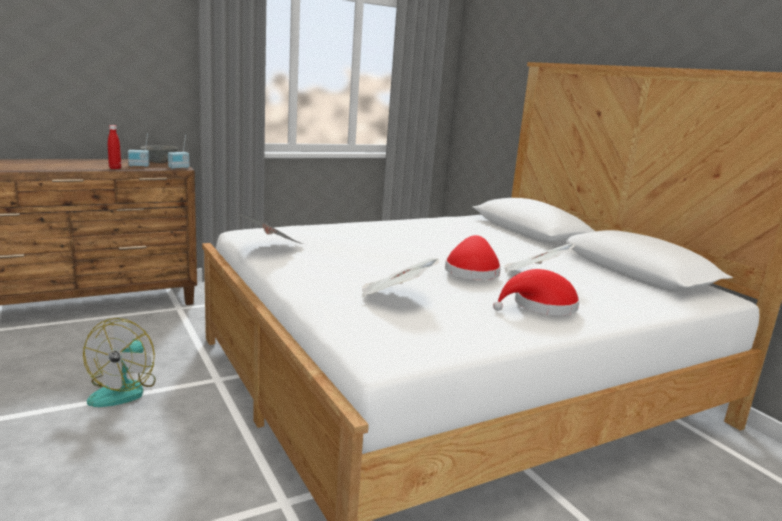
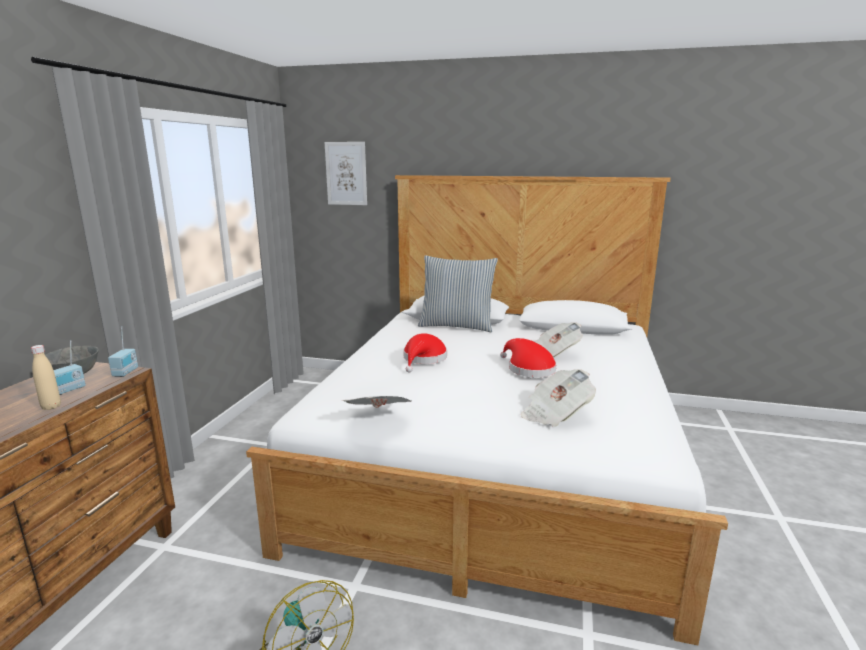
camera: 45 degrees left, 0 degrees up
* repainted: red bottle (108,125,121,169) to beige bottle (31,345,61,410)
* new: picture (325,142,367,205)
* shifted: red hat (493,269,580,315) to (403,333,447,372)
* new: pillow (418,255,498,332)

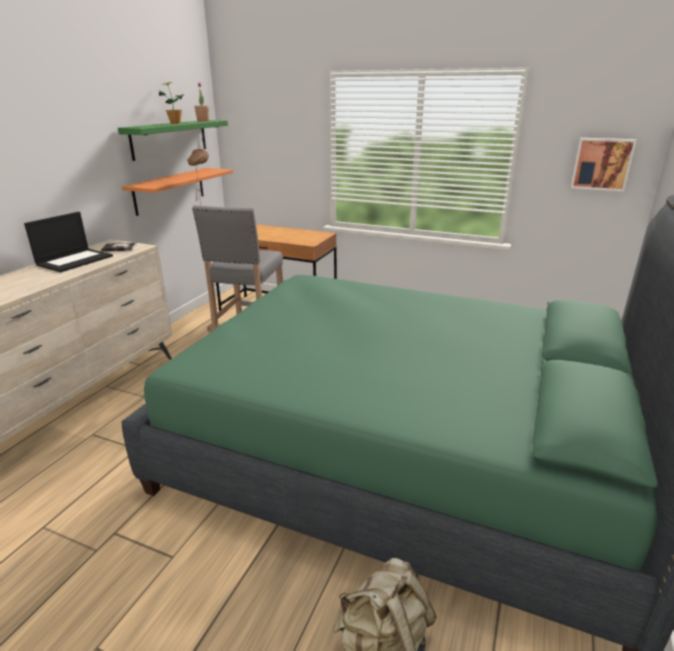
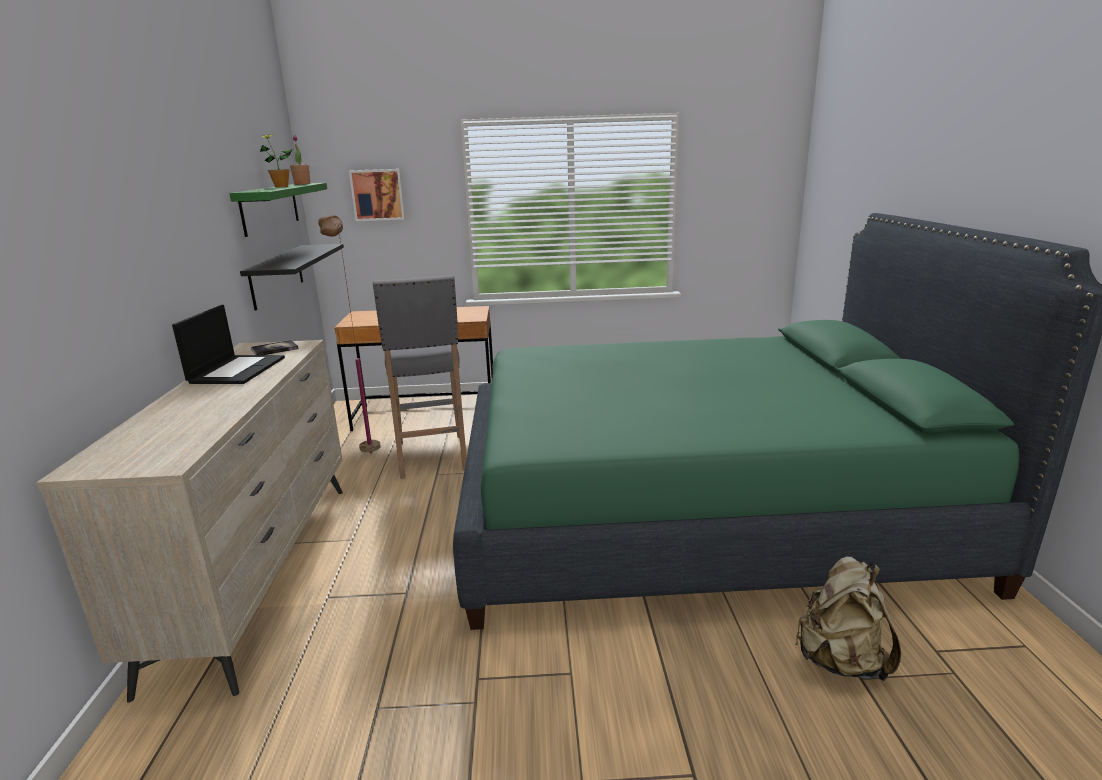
camera: 25 degrees left, 5 degrees down
* repainted: orange shelf (122,168,233,216) to black shelf (240,244,344,310)
* shifted: picture (571,138,637,192) to (349,169,405,221)

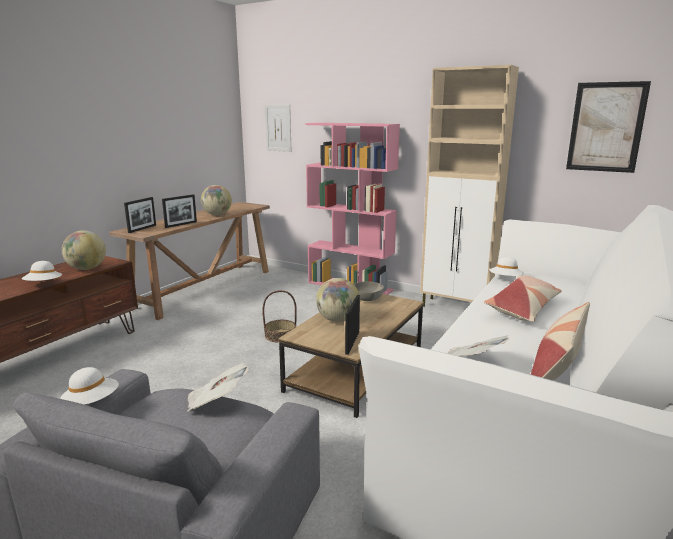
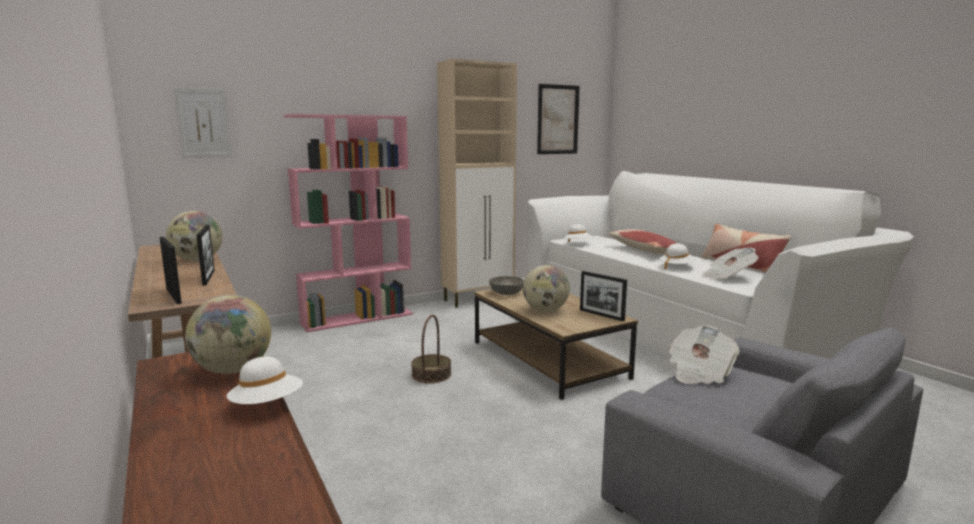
camera: 60 degrees left, 5 degrees down
* shifted: white hat (60,367,119,405) to (659,244,696,270)

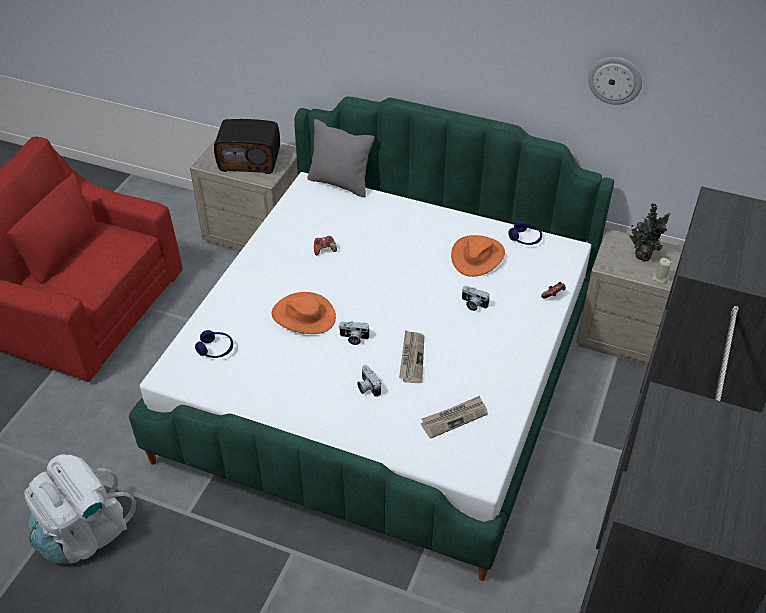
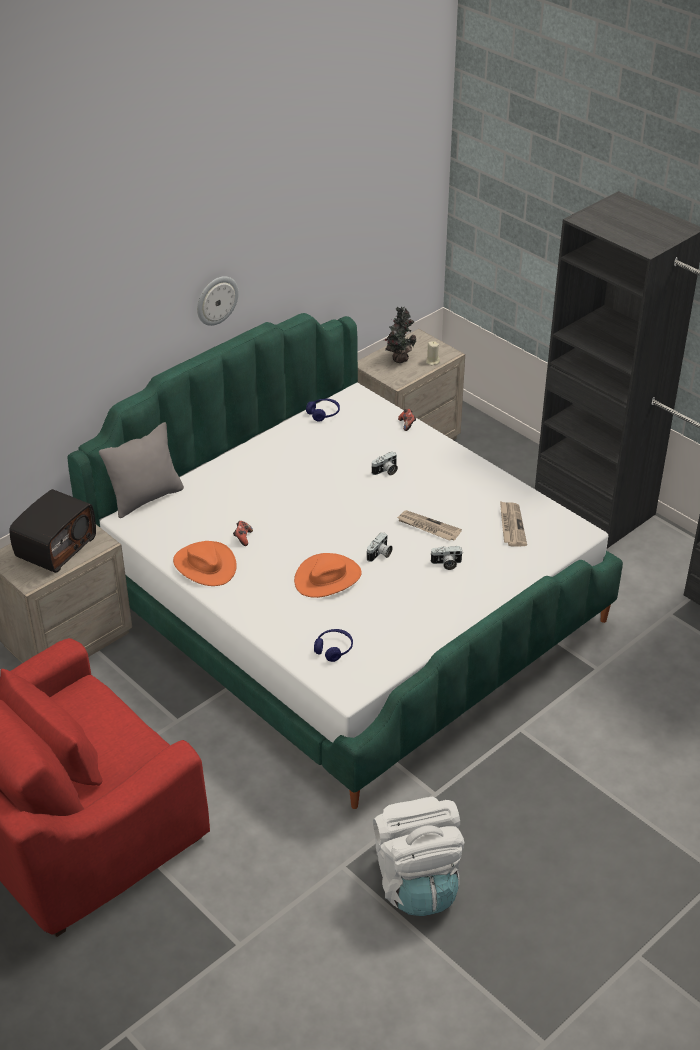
camera: 65 degrees left, 5 degrees down
* shifted: orange hat (451,235,505,277) to (173,541,237,586)
* shifted: wall clock (588,57,642,105) to (197,276,239,326)

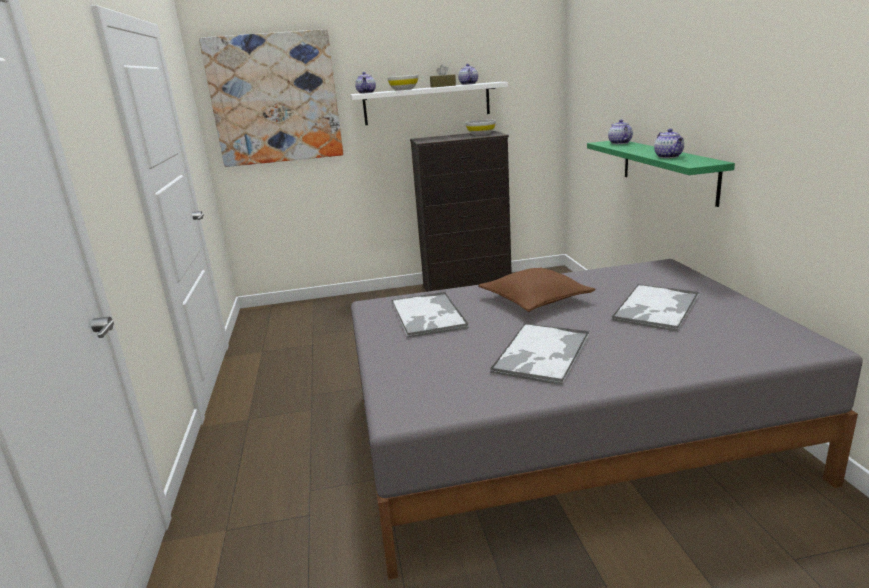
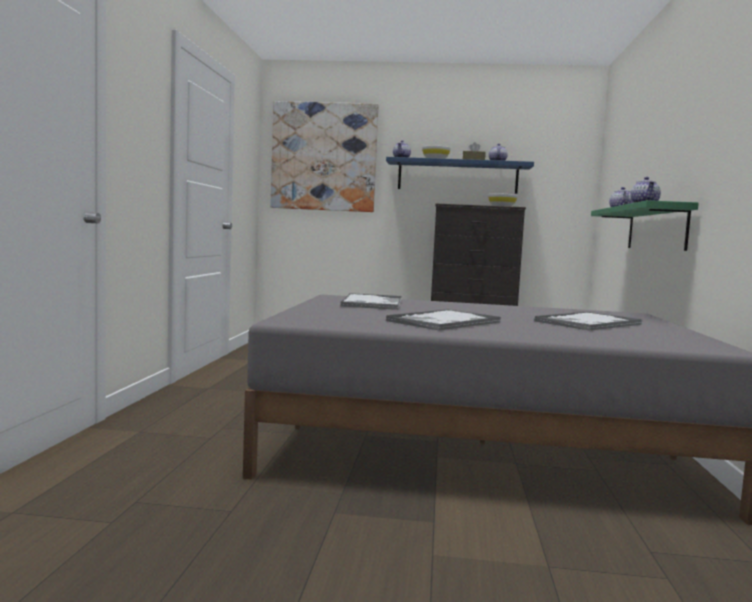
camera: 15 degrees right, 15 degrees down
* repainted: white shelf (350,82,508,125) to blue shelf (386,157,534,194)
* gone: brown pillow (478,268,596,312)

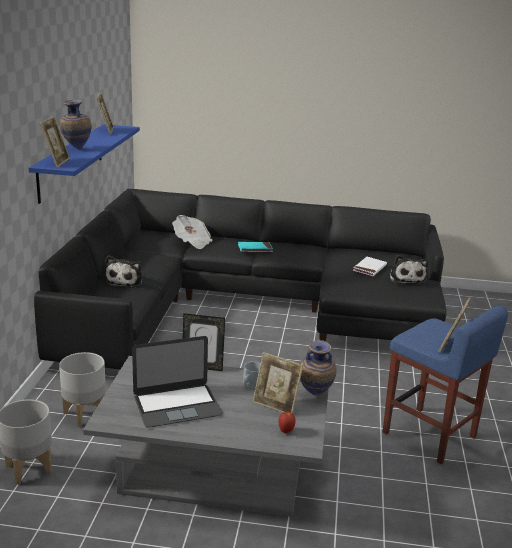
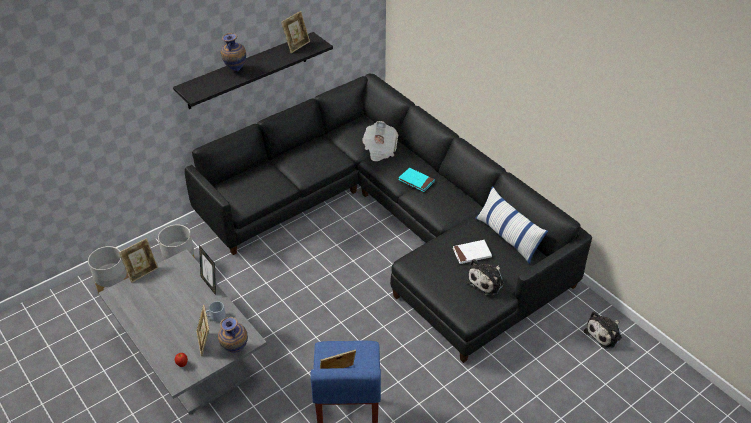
camera: 45 degrees right, 20 degrees up
* shifted: picture frame (40,116,70,168) to (119,238,158,283)
* repainted: blue shelf (29,124,140,204) to black shelf (173,32,333,109)
* new: pillow (475,186,548,264)
* shifted: plush toy (105,255,143,288) to (584,311,622,349)
* gone: laptop (132,336,223,428)

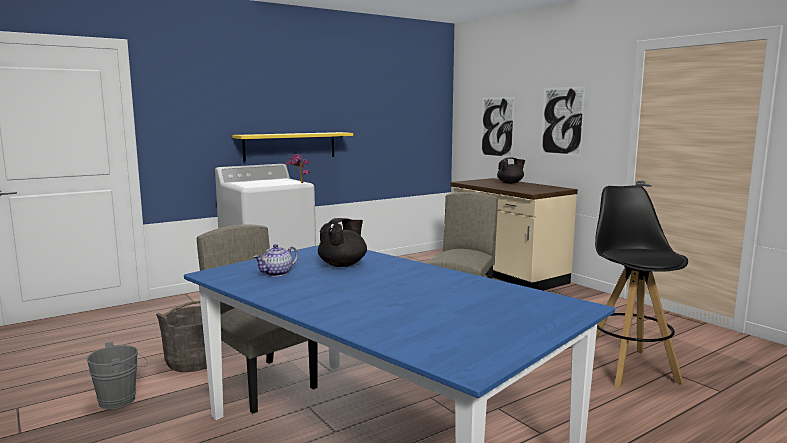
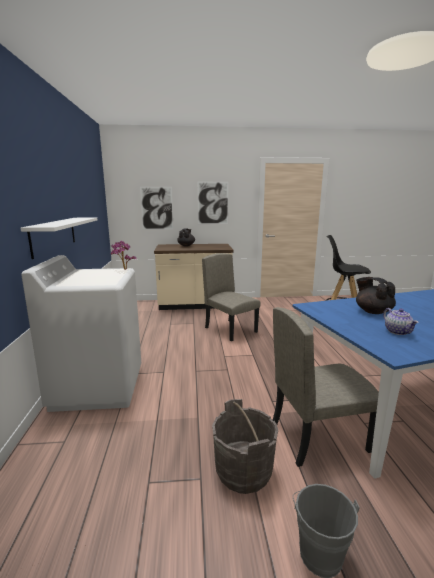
camera: 60 degrees left, 5 degrees up
* repainted: yellow shelf (232,132,353,162) to white shelf (20,218,97,259)

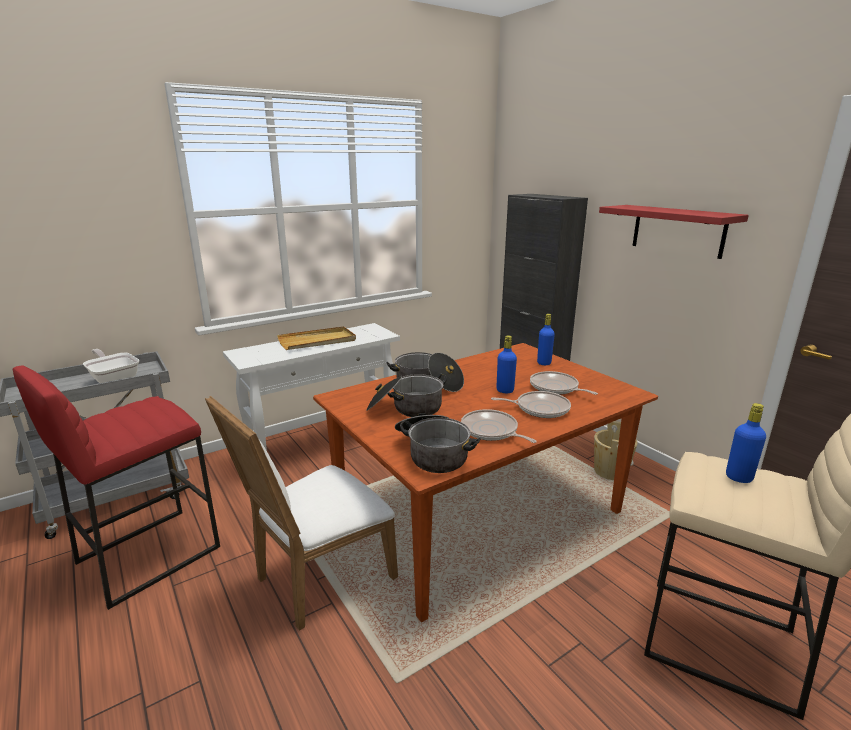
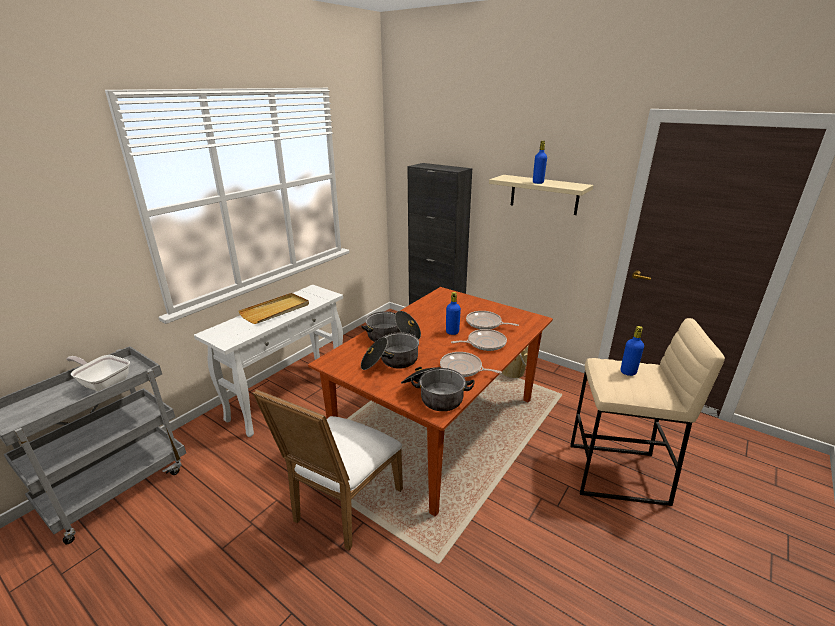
camera: 20 degrees left, 5 degrees up
* repainted: red shelf (599,205,749,259) to beige shelf (489,175,593,215)
* shifted: blue bottle (537,314,555,365) to (533,141,547,184)
* gone: red stool (13,366,220,610)

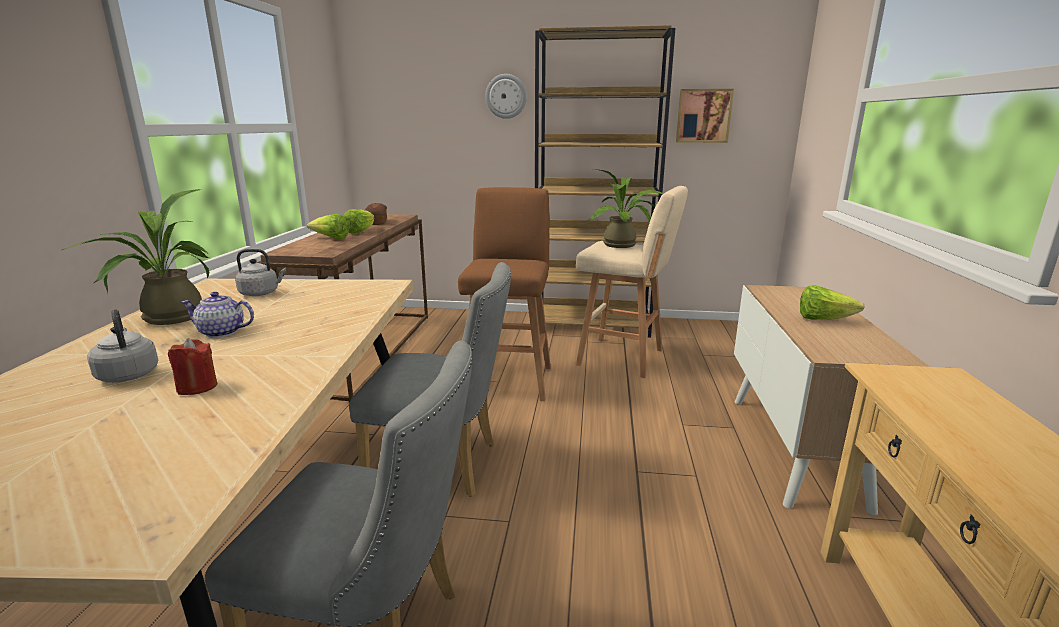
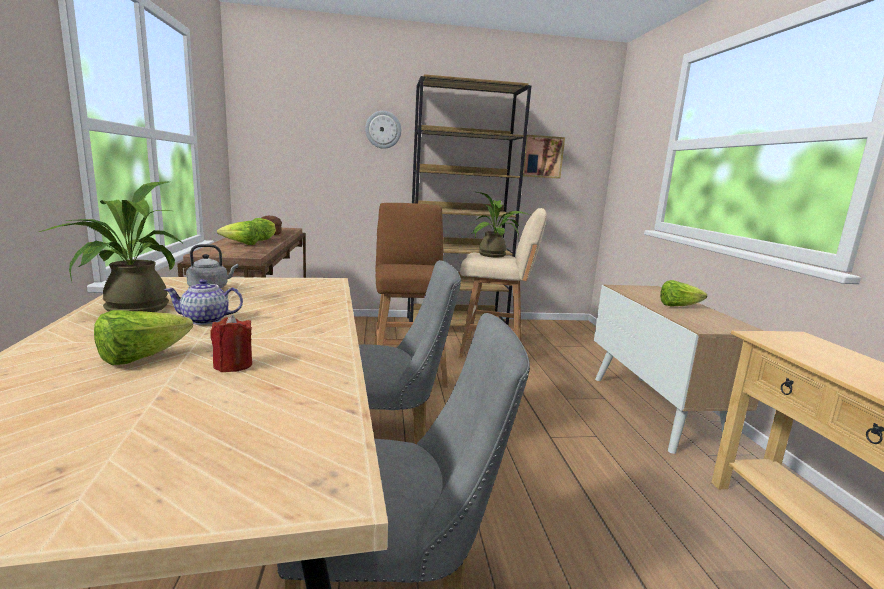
camera: 15 degrees left, 5 degrees down
* swapped: grey kettle (87,309,158,383) to lettuce (94,310,193,365)

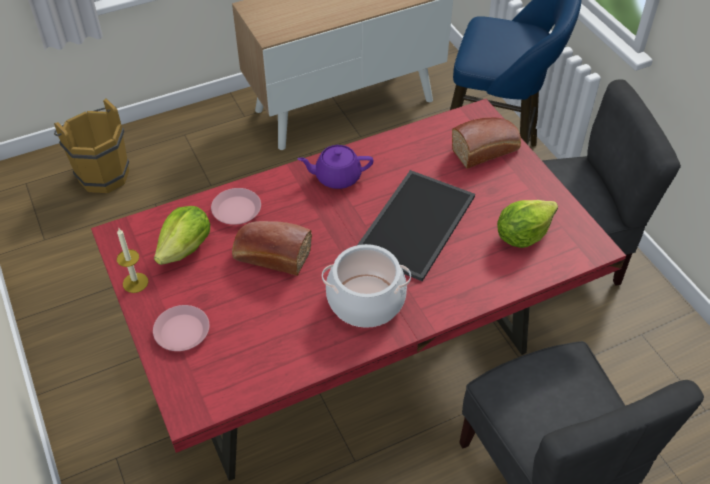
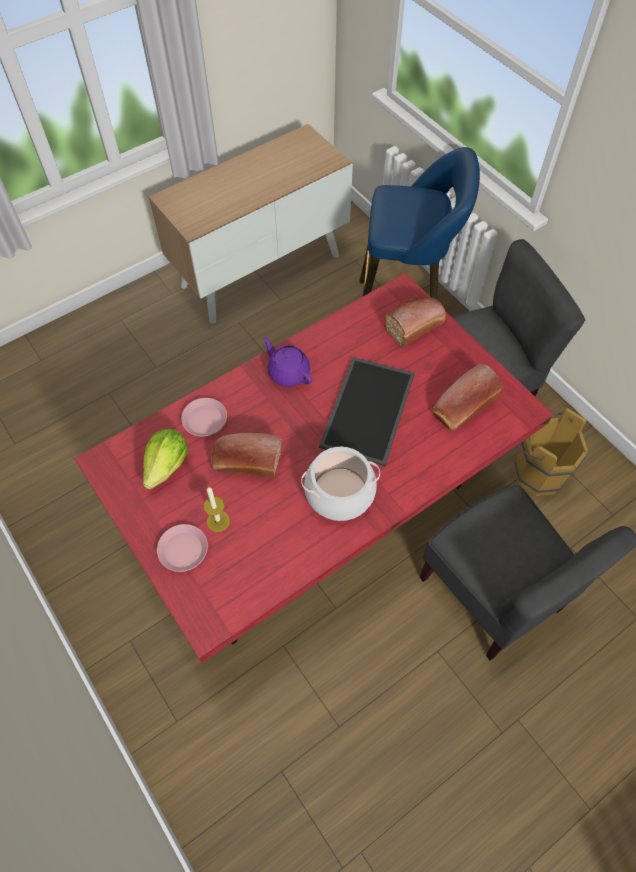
camera: 10 degrees left, 10 degrees up
* shifted: candle (117,229,148,293) to (204,487,230,532)
* rotated: purple teapot (297,145,373,189) = (263,337,312,387) 60 degrees clockwise
* swapped: lettuce (497,200,558,248) to bread (433,364,502,431)
* shifted: brown bucket (54,98,129,193) to (514,408,588,496)

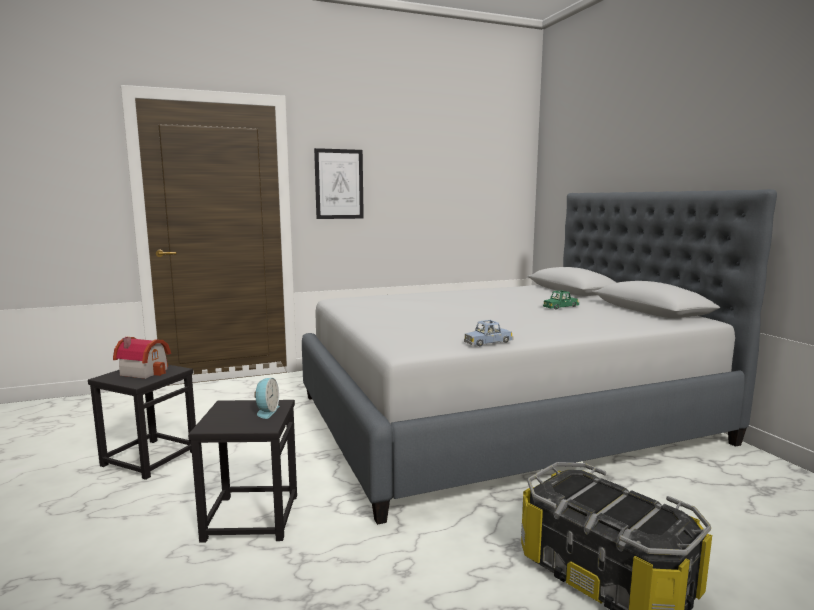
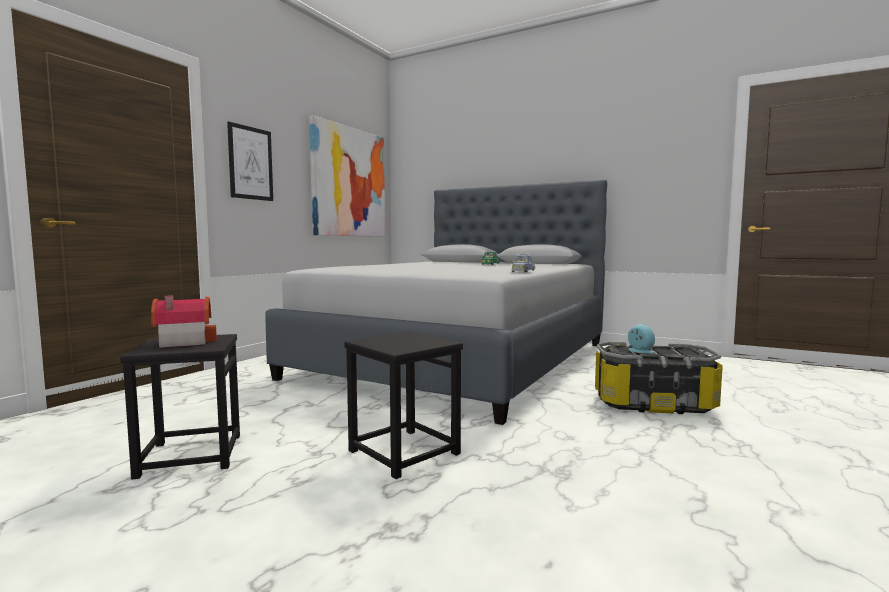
camera: 40 degrees left, 5 degrees down
* new: picture (309,115,385,237)
* shifted: alarm clock (254,378,279,419) to (628,324,655,354)

